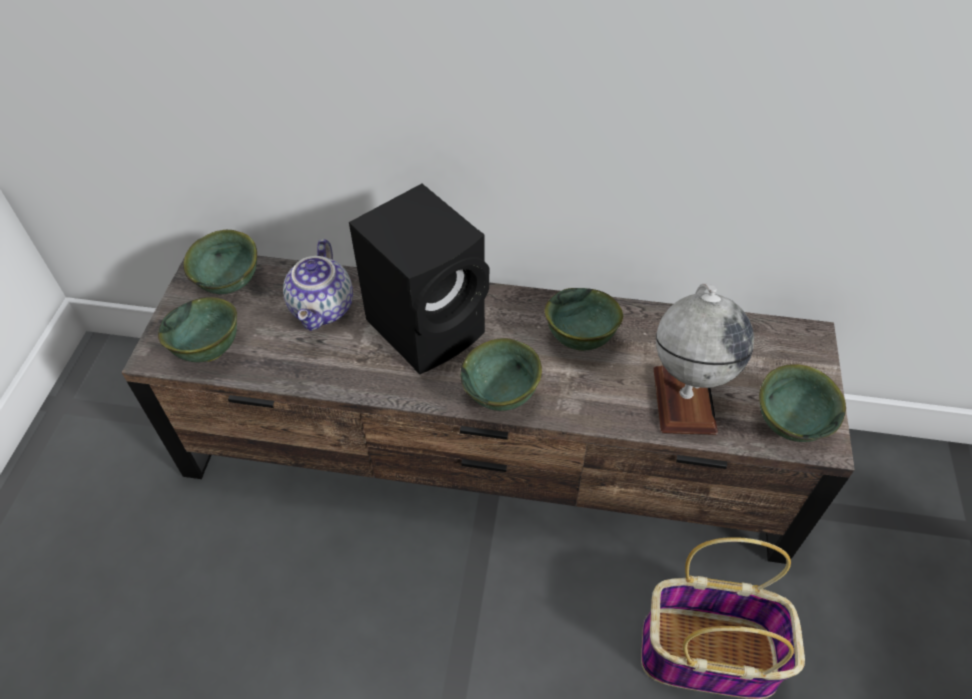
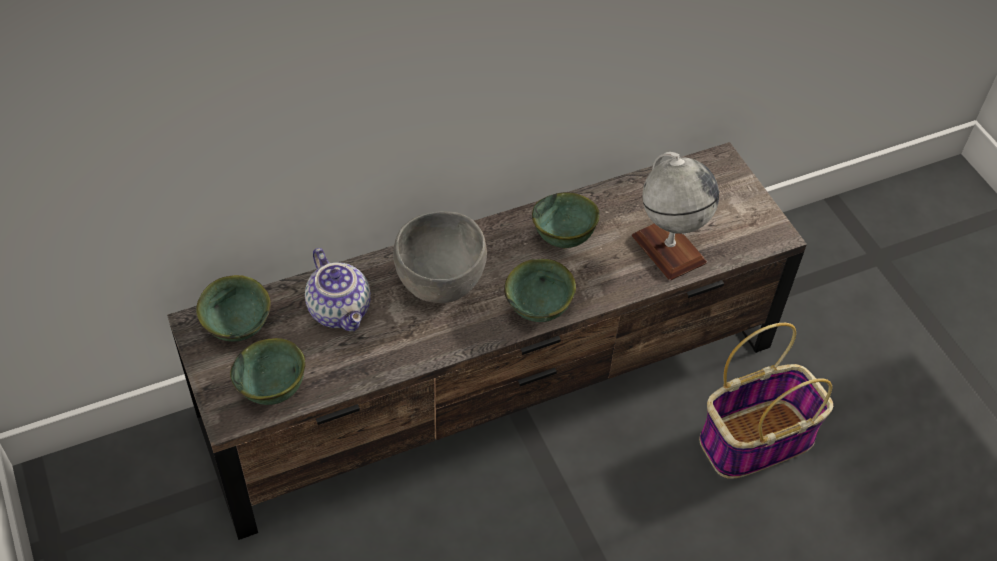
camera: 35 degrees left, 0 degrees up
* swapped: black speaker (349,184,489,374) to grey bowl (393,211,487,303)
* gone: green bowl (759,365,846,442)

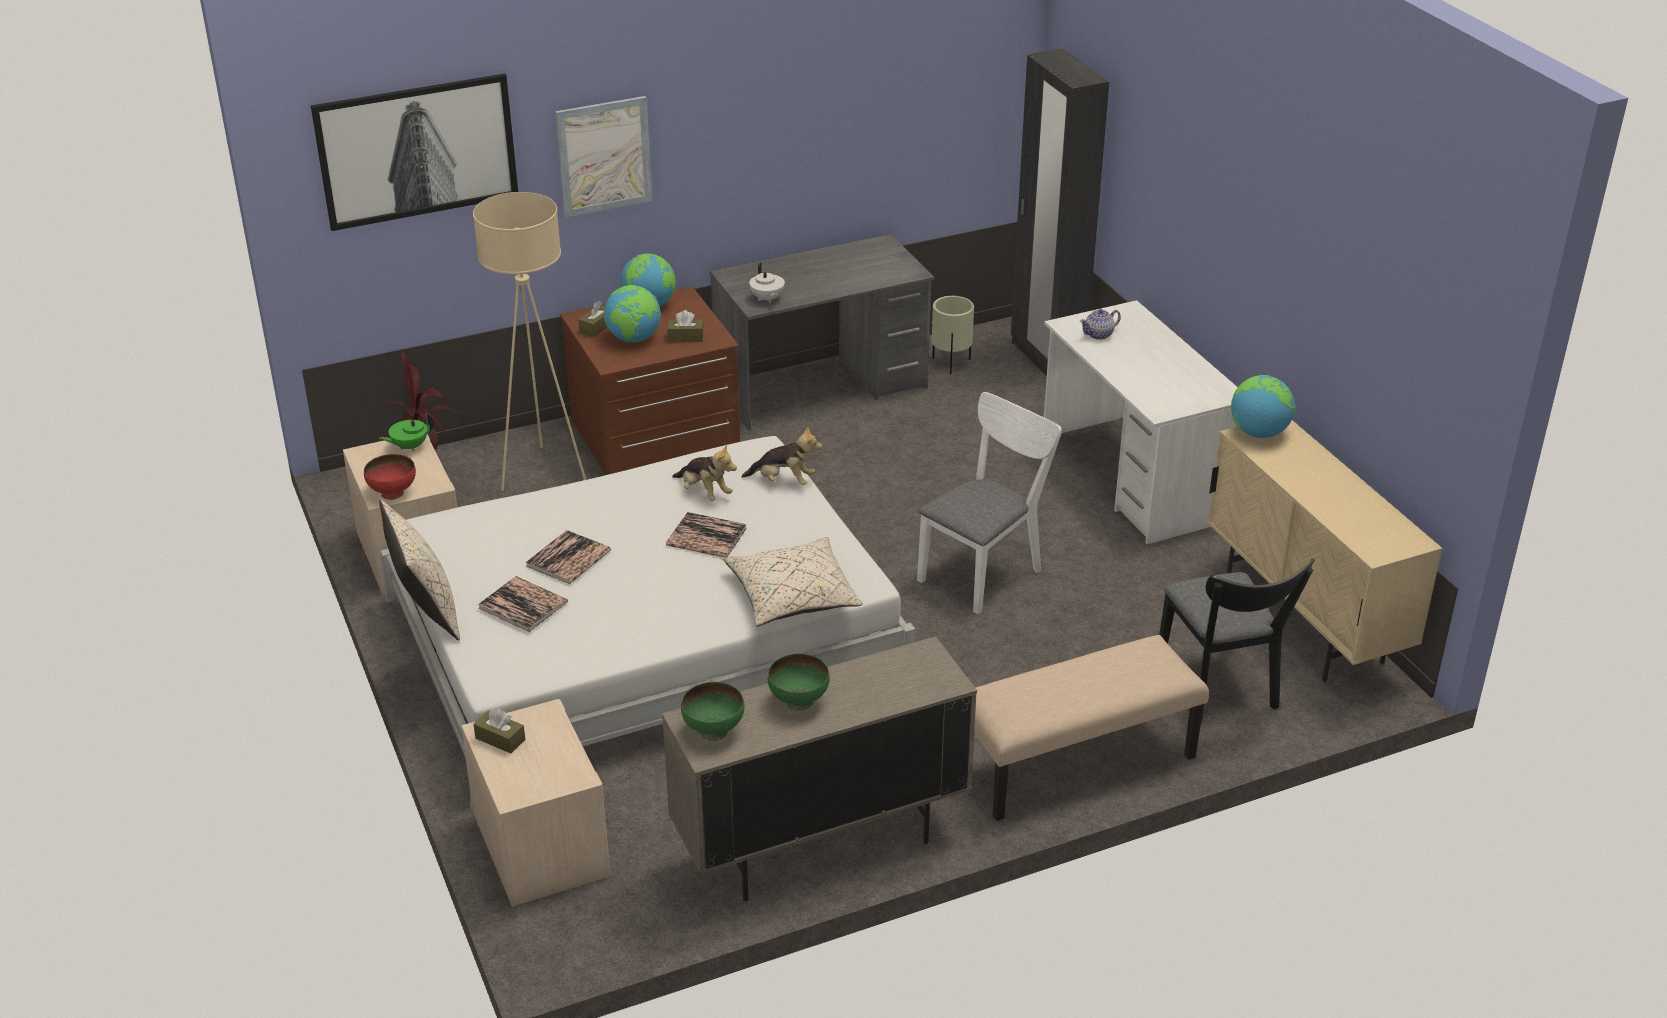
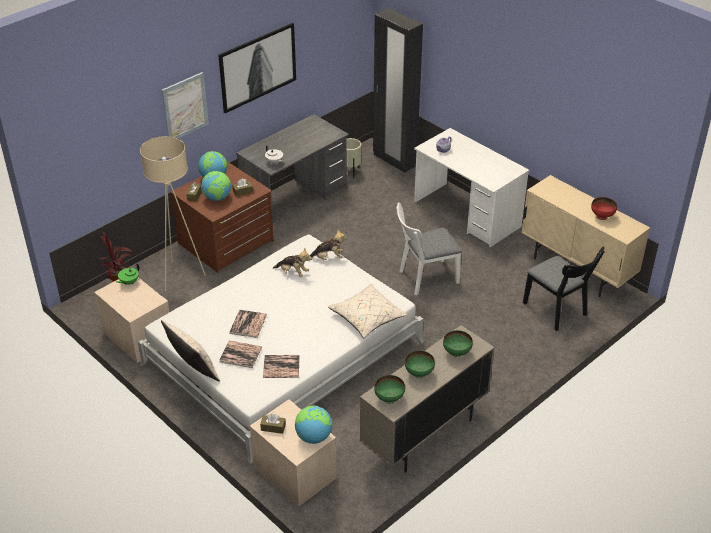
camera: 20 degrees left, 5 degrees up
* shifted: picture (311,74,518,231) to (218,23,296,113)
* shifted: book (666,512,747,558) to (263,355,300,378)
* shifted: globe (1231,375,1295,438) to (295,406,333,444)
* rotated: white chair (917,392,1062,614) = (396,202,462,296) 135 degrees counterclockwise
* new: green bowl (443,330,473,357)
* shifted: red bowl (364,454,416,500) to (591,197,617,220)
* gone: beige bench (974,635,1209,821)

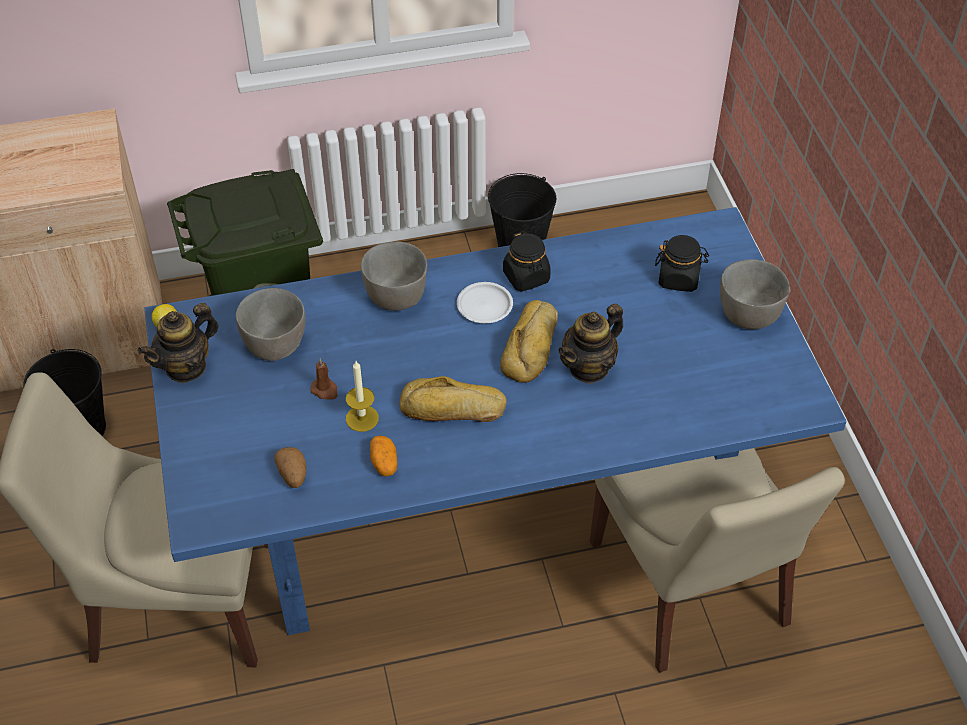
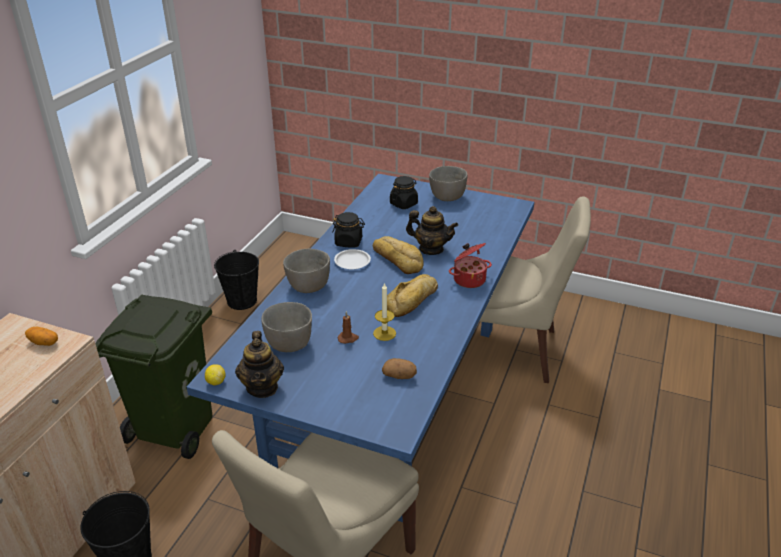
camera: 55 degrees left, 15 degrees down
* shifted: potato (370,436,397,477) to (25,326,58,346)
* rotated: teapot (558,304,623,384) = (406,206,458,255) 60 degrees counterclockwise
* new: cooking pot (449,243,492,288)

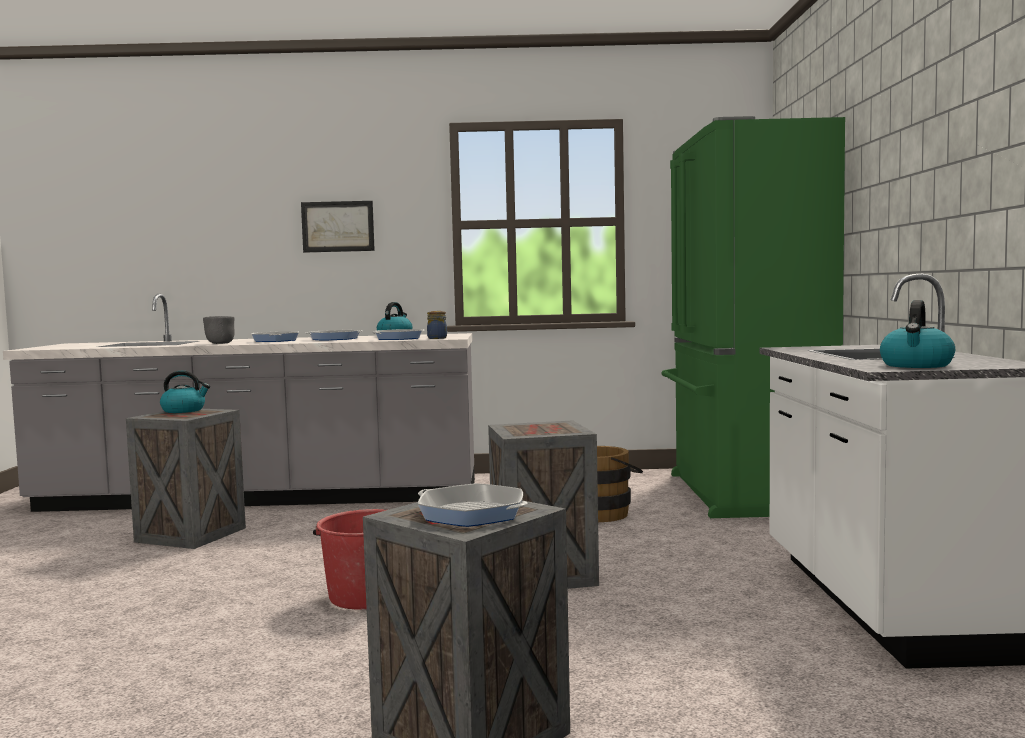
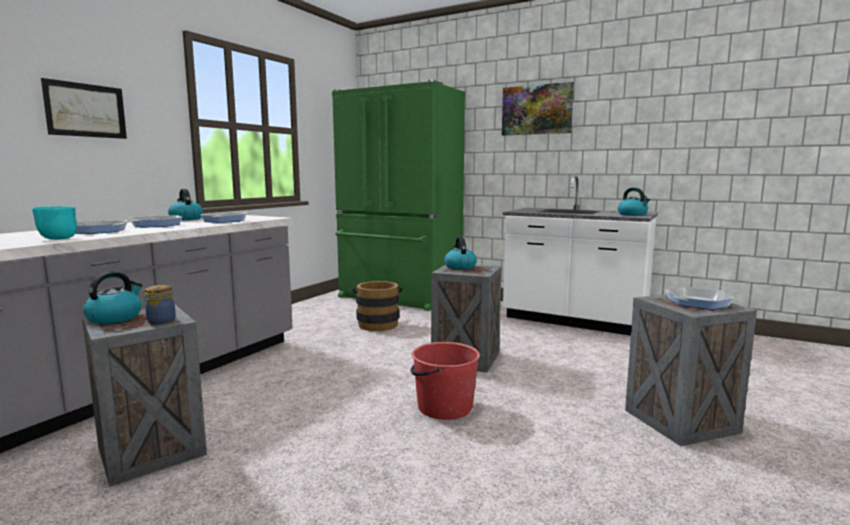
camera: 60 degrees left, 5 degrees up
* repainted: grey bowl (203,316,235,344) to turquoise bowl (32,206,77,239)
* shifted: jar (427,311,447,339) to (143,285,176,325)
* new: kettle (444,237,477,270)
* new: picture (502,82,574,135)

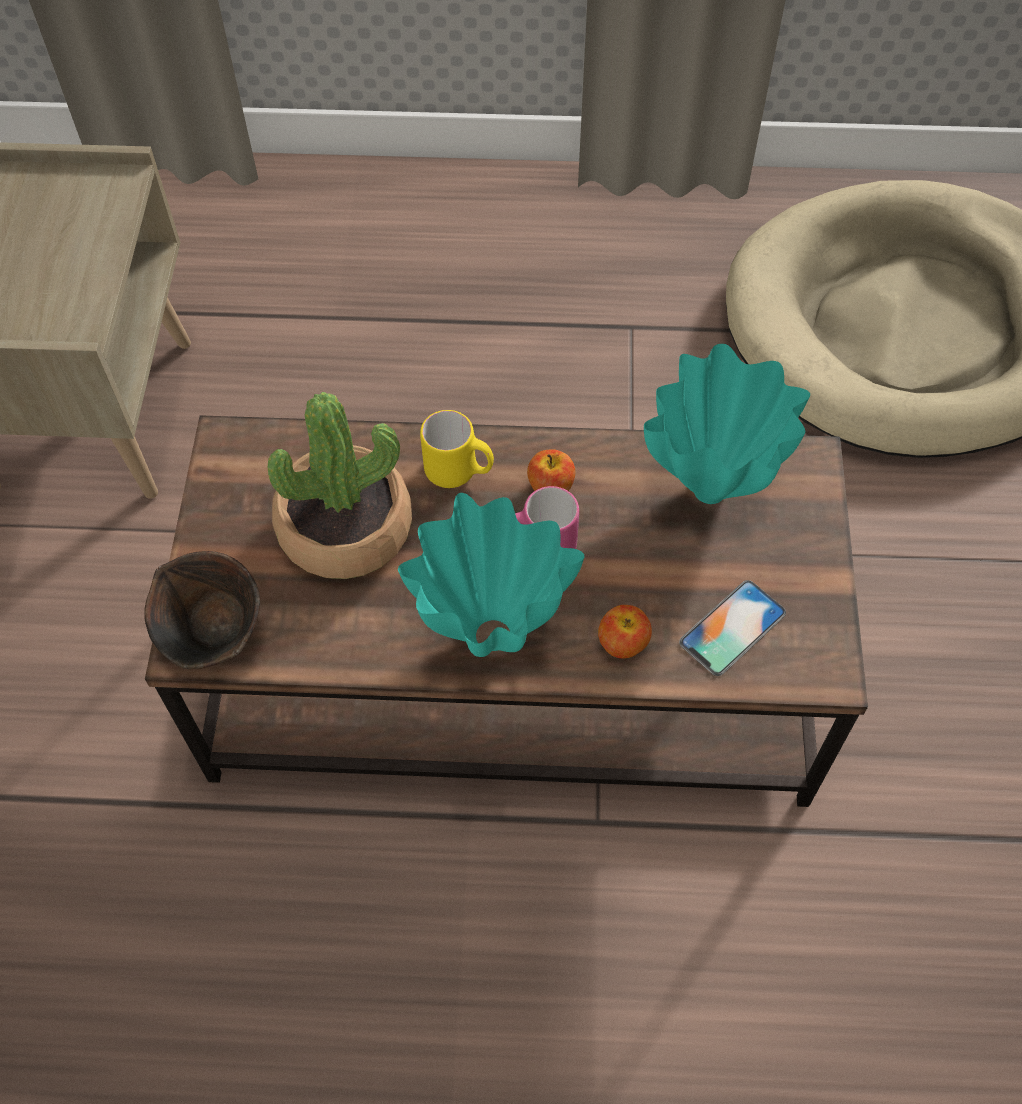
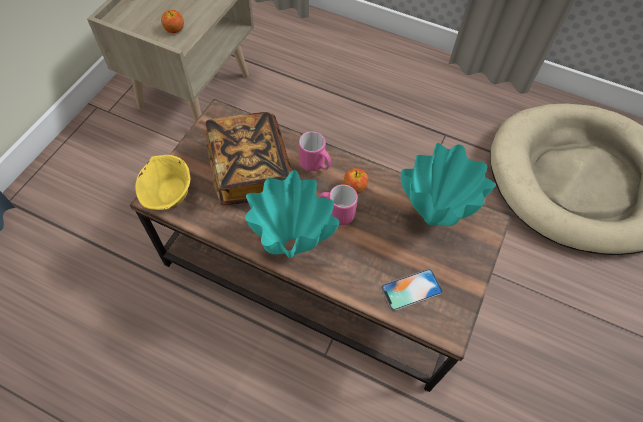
camera: 20 degrees right, 0 degrees up
* repainted: brown bowl (144,551,260,669) to yellow bowl (135,155,190,210)
* shifted: apple (598,605,652,659) to (161,10,184,33)
* swapped: potted plant (268,392,412,579) to book (205,112,292,205)
* repainted: yellow mug (420,410,494,488) to pink mug (299,131,331,171)

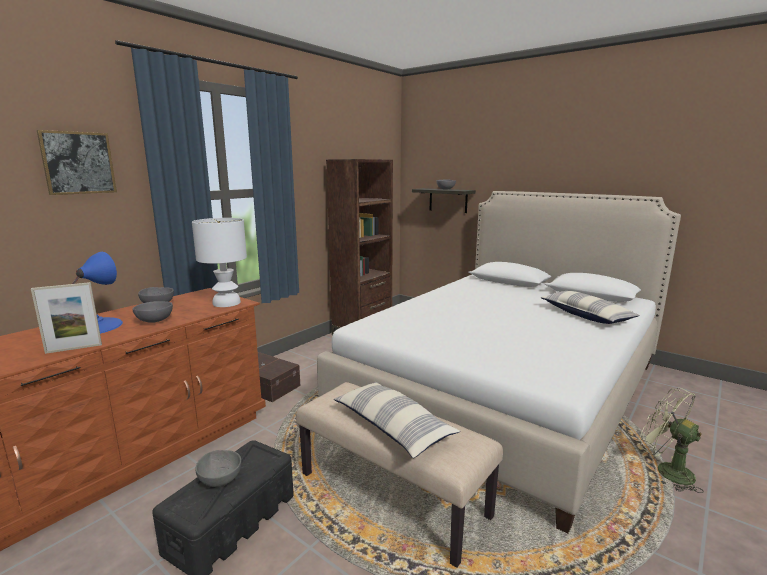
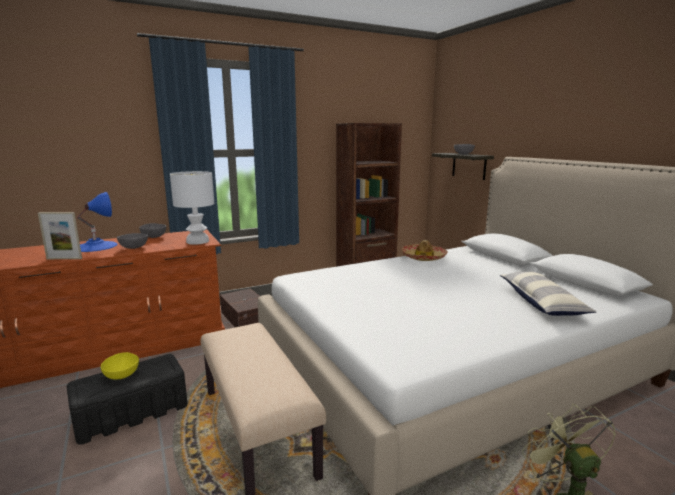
camera: 25 degrees right, 0 degrees up
* repainted: grey bowl (195,450,241,487) to yellow bowl (101,352,139,380)
* new: hat (401,240,448,261)
* gone: picture (37,130,117,195)
* gone: pillow (334,382,460,458)

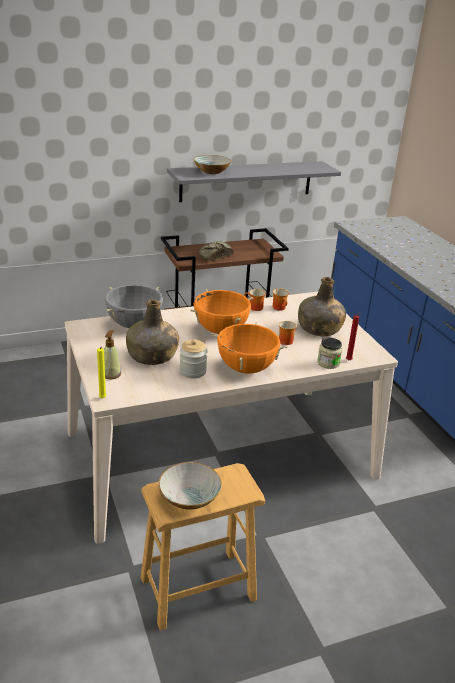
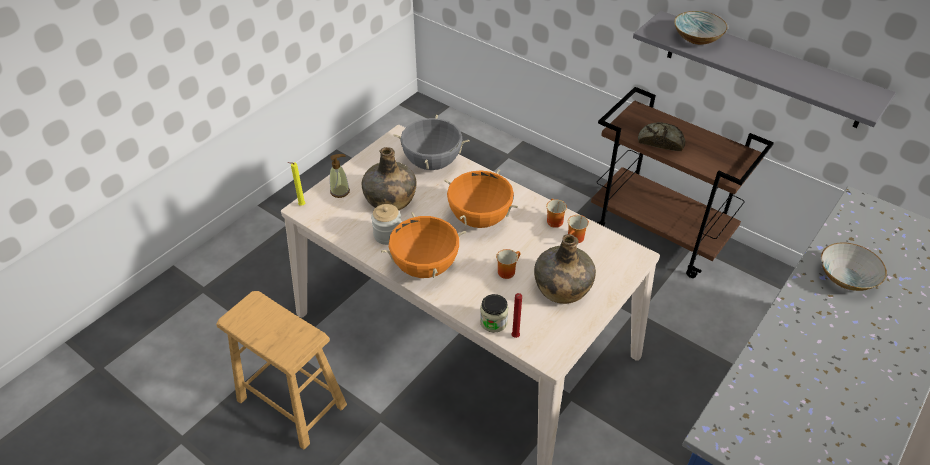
camera: 60 degrees right, 15 degrees up
* shifted: bowl (158,462,222,510) to (821,242,887,291)

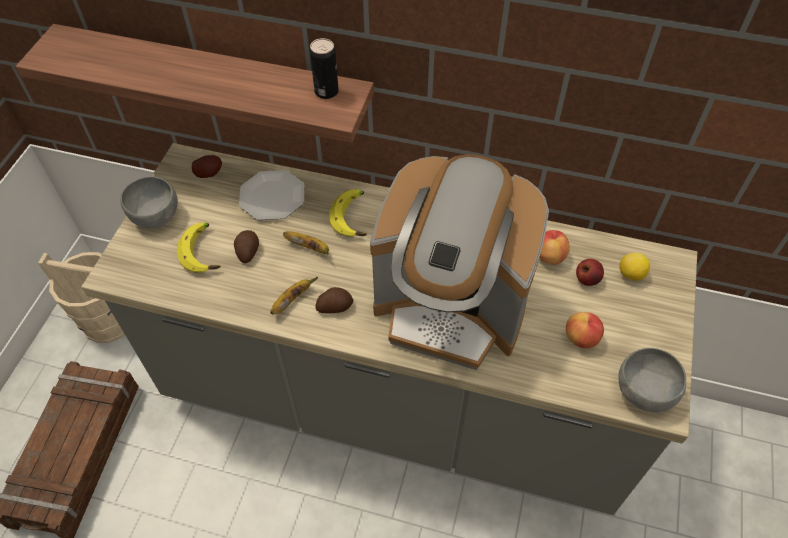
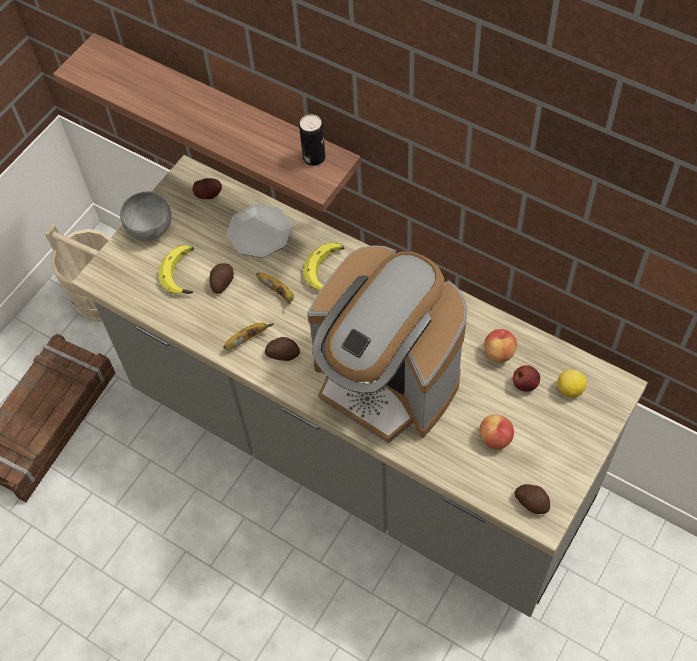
camera: 20 degrees right, 5 degrees up
* swapped: grey bowl (618,348,686,412) to potato (514,484,550,514)

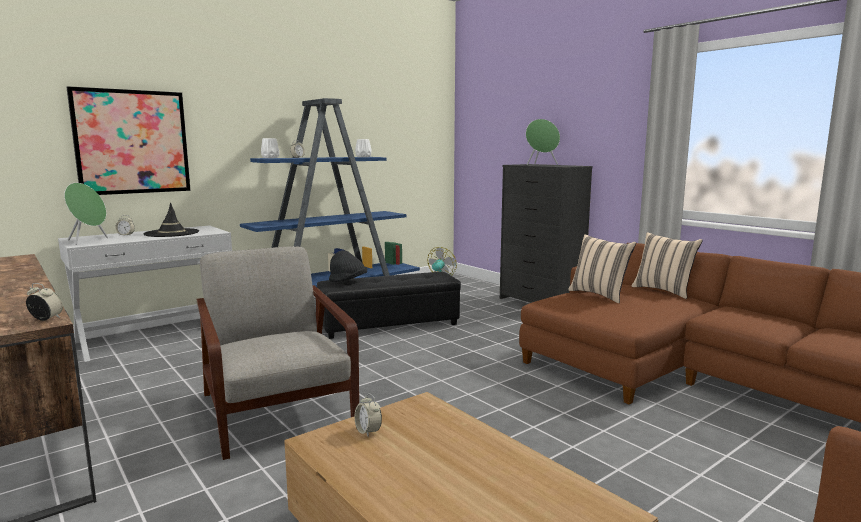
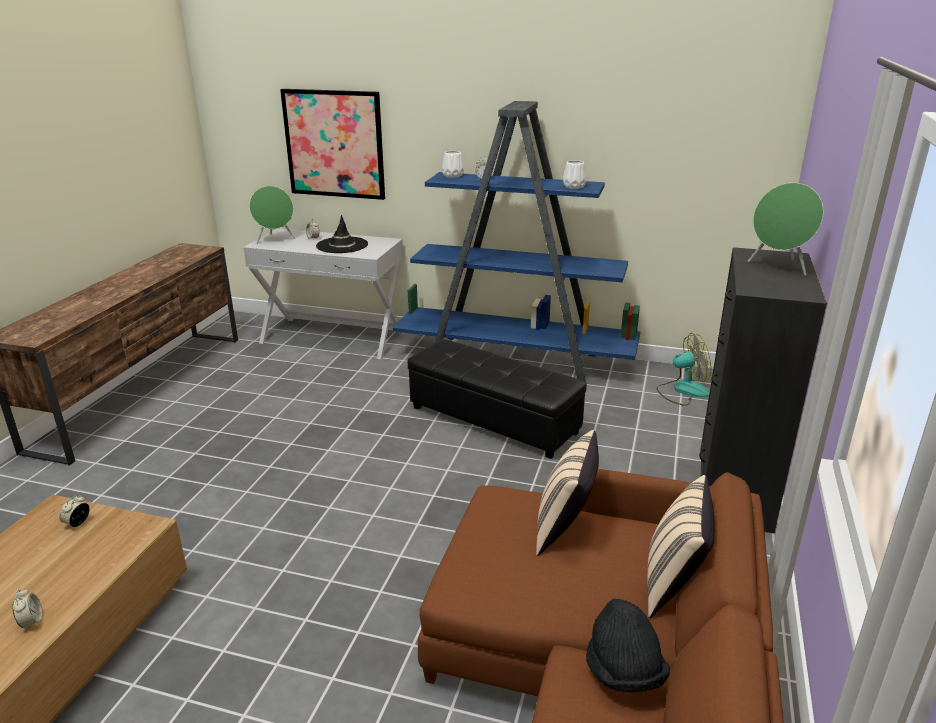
camera: 55 degrees right, 15 degrees up
* shifted: alarm clock (26,283,63,321) to (12,589,43,628)
* shifted: black hat (329,250,367,282) to (586,598,670,692)
* gone: grey armchair (197,246,359,460)

